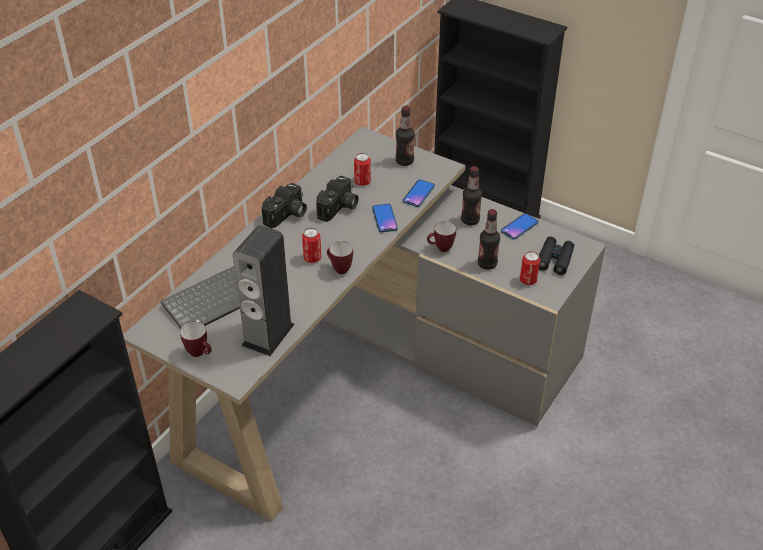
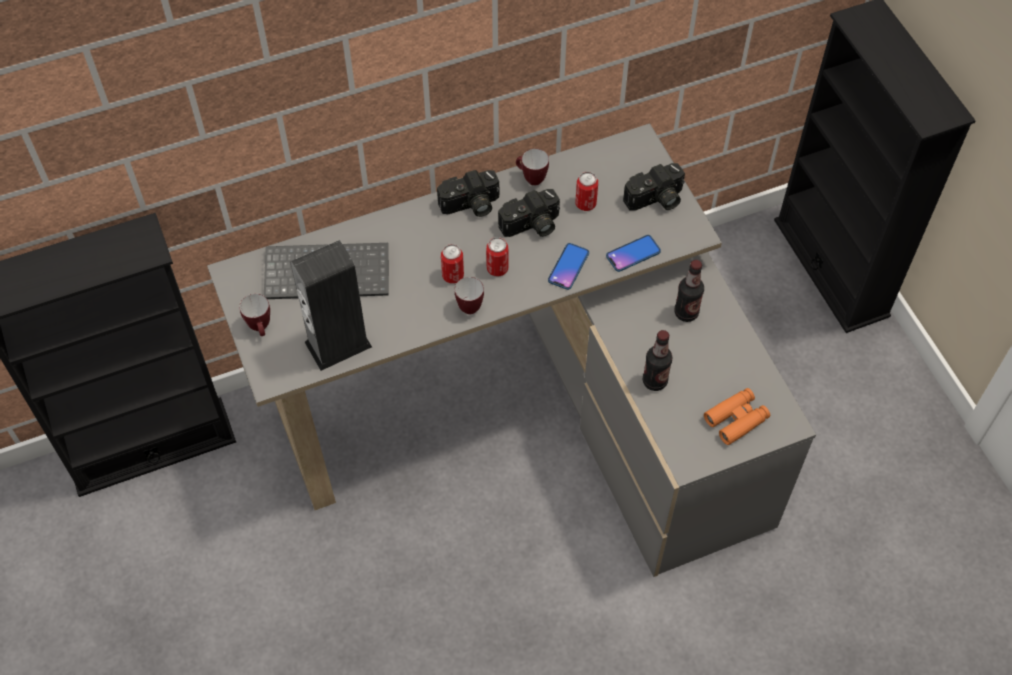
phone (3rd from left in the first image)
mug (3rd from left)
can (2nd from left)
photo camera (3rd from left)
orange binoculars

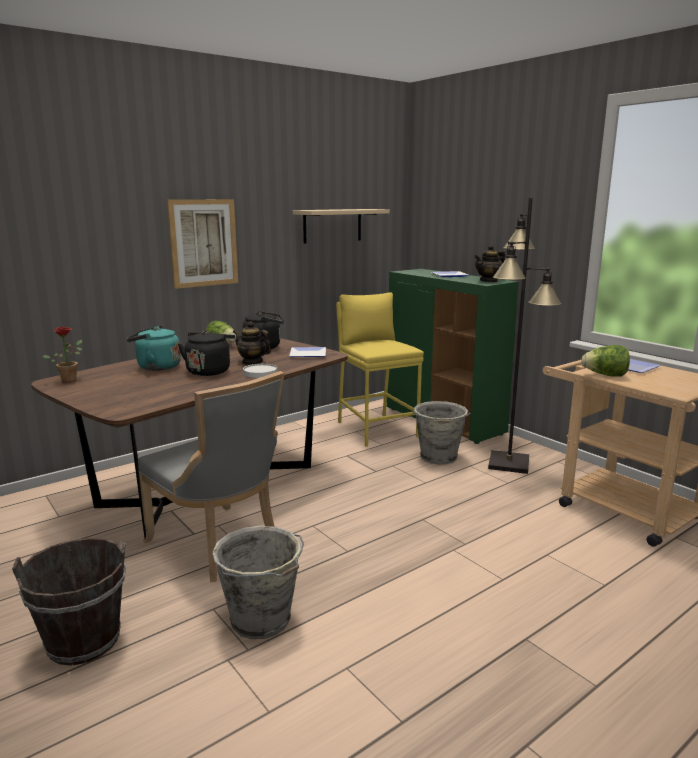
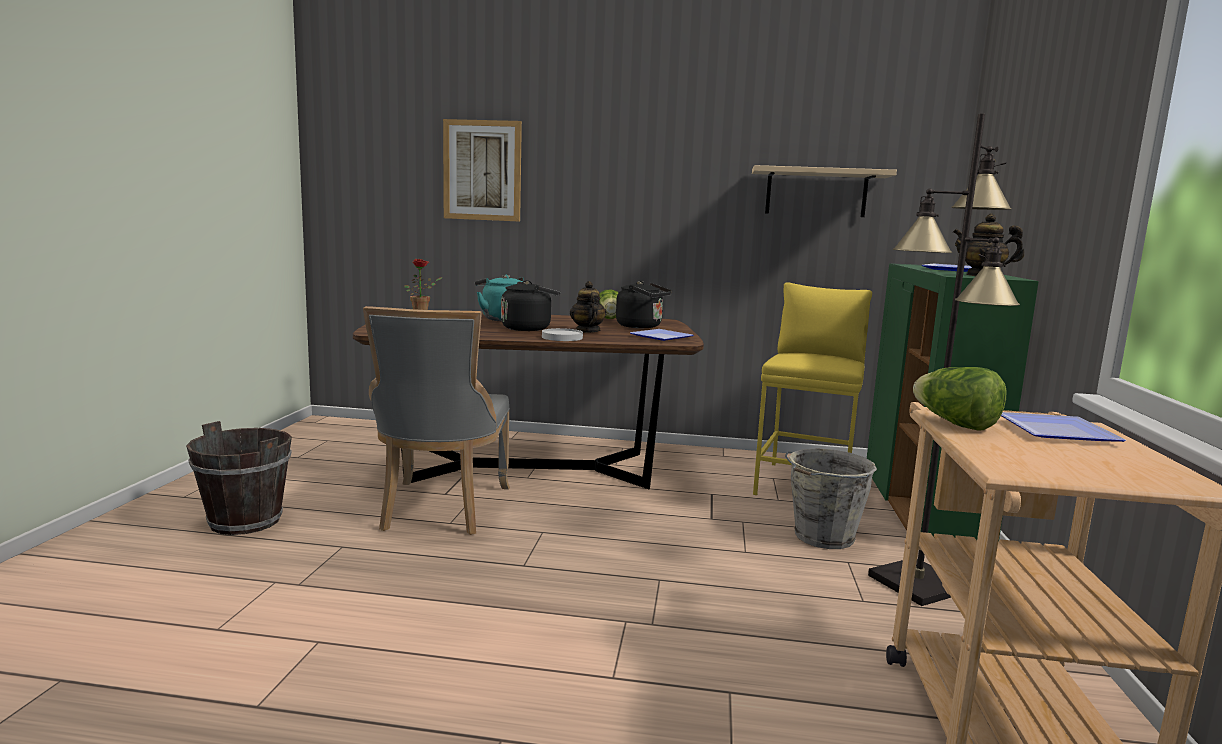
grey bucket (1st from left in the first image)
picture

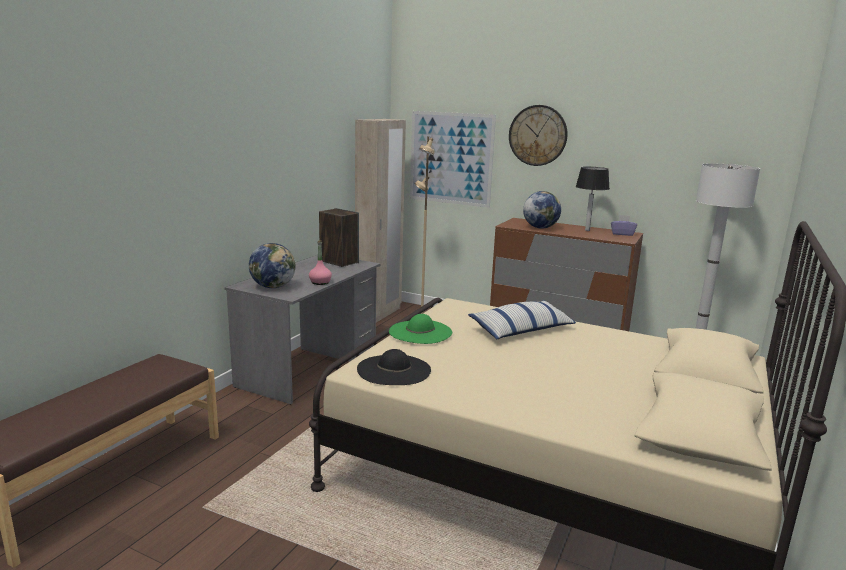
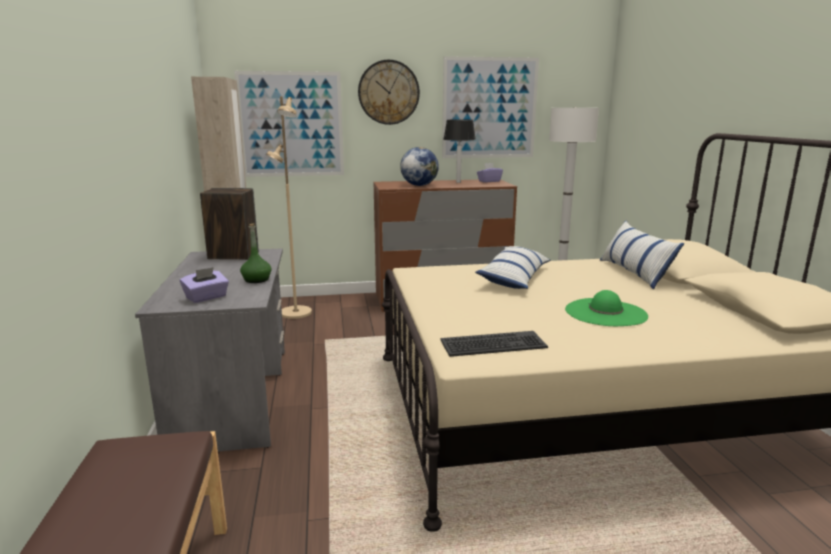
picture (2nd from left)
pillow (2nd from left)
green hat
purple tissue box (1st from left)
keyboard
green bottle

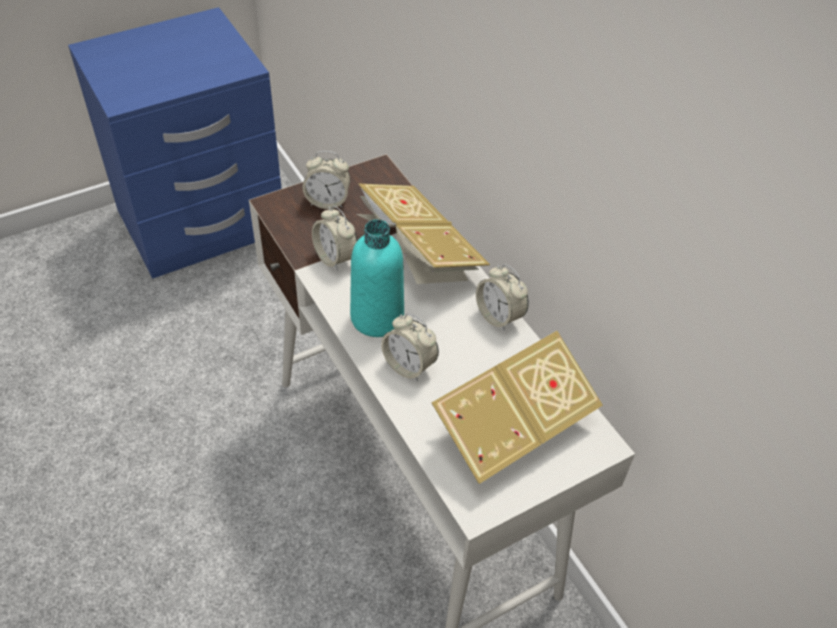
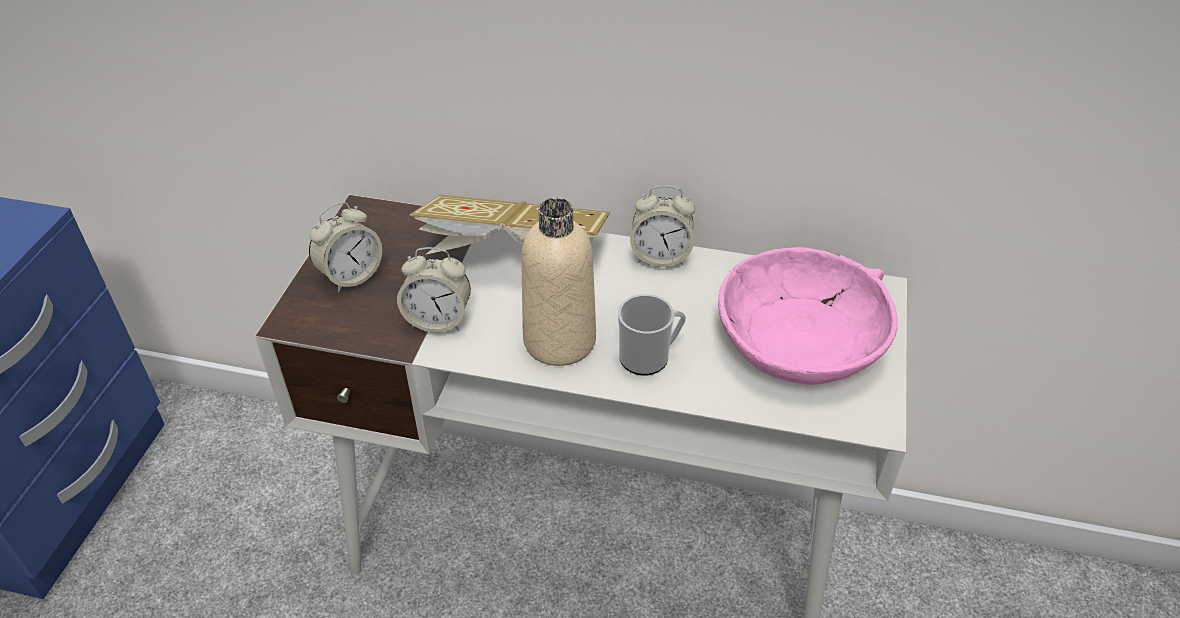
mug
pink bowl
beige bottle

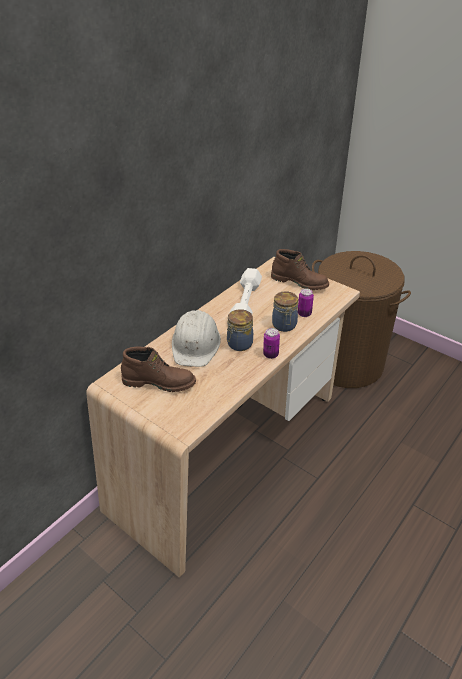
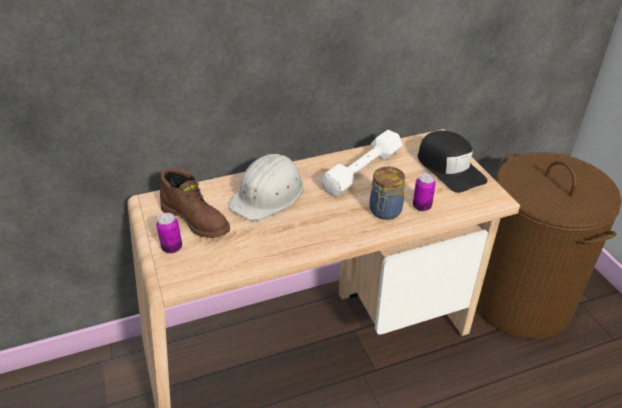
jar (1st from left in the first image)
can (1st from left)
black cap

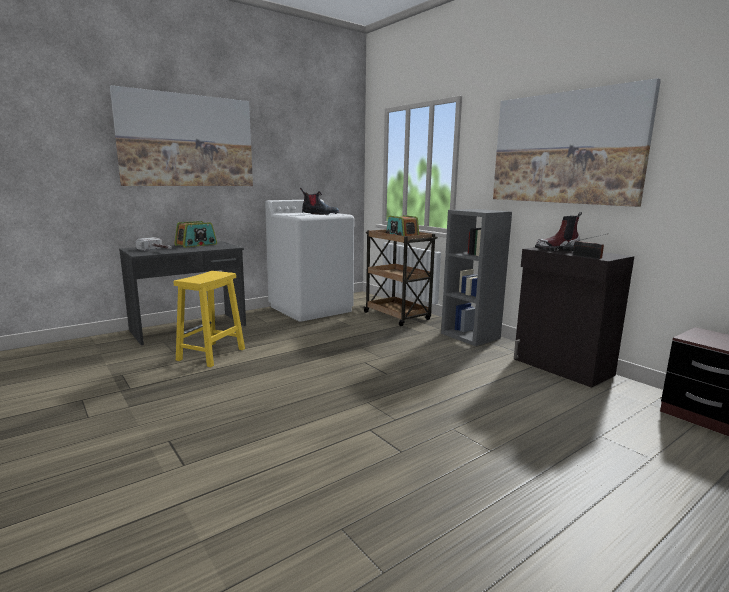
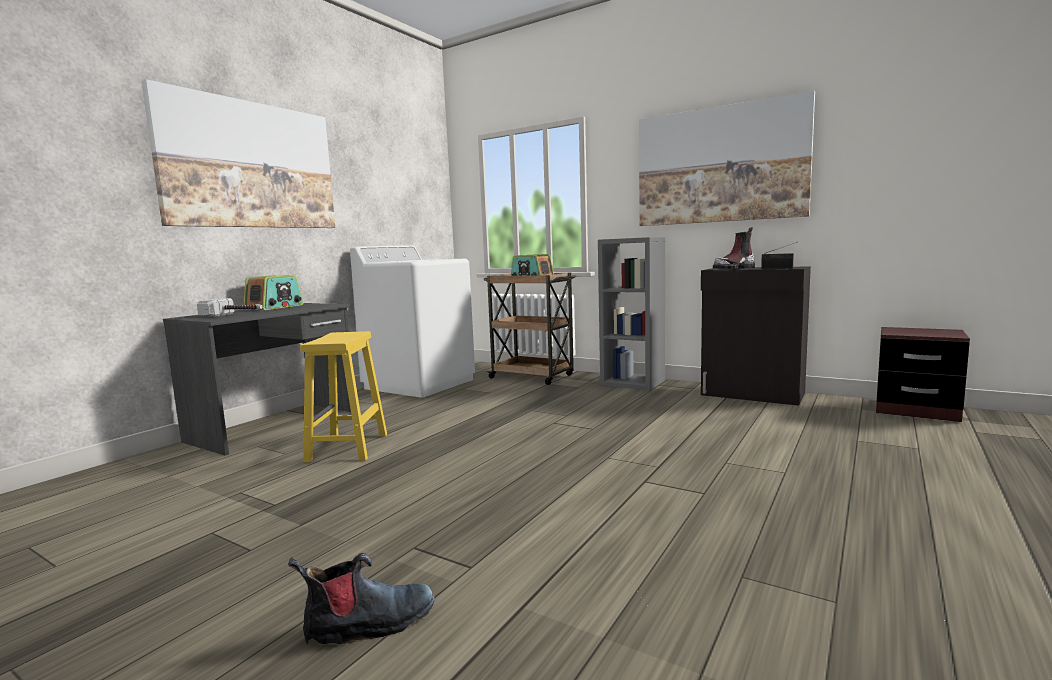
boot (1st from left)

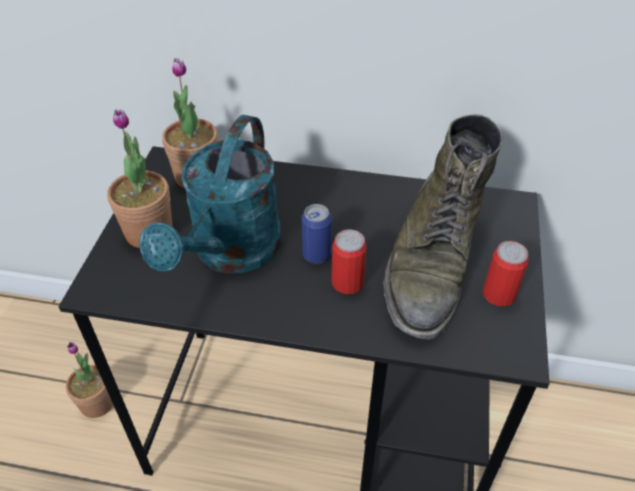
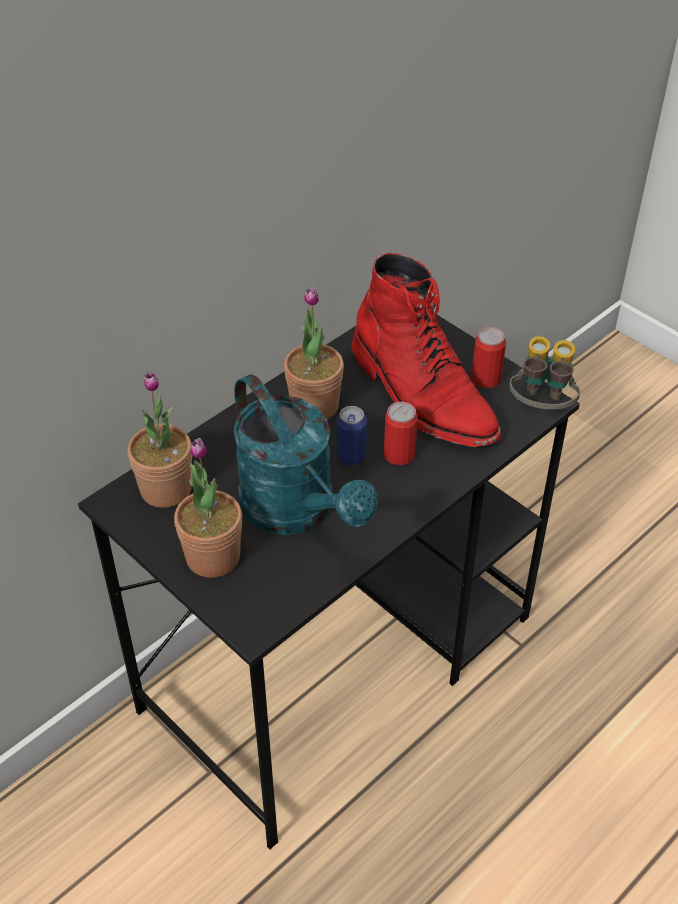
binoculars
potted plant (3rd from left)
red boot

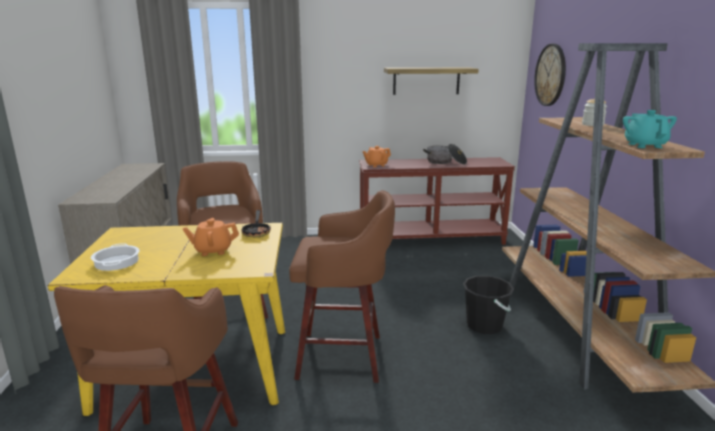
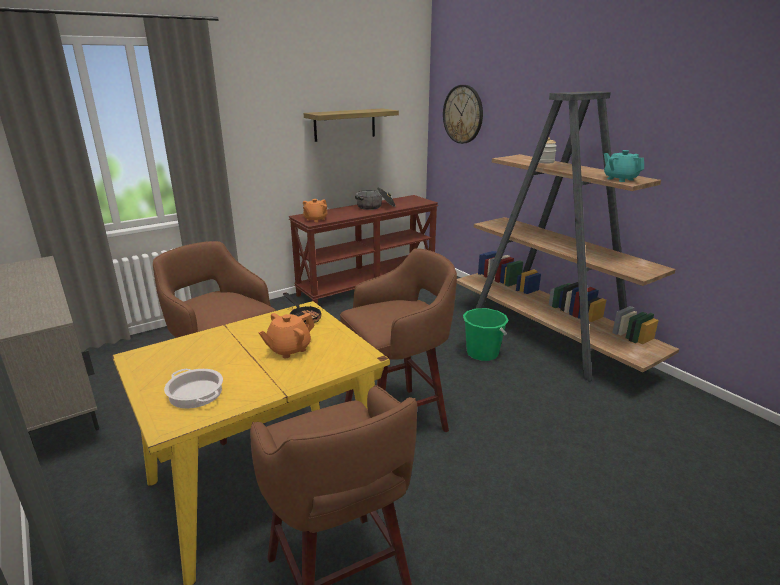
green bucket

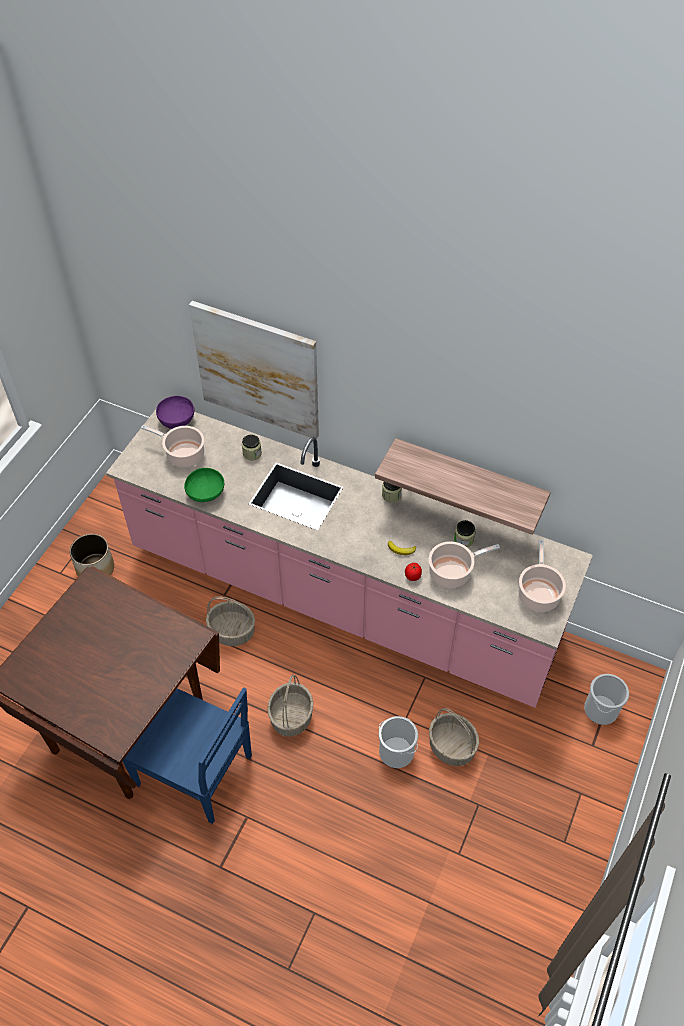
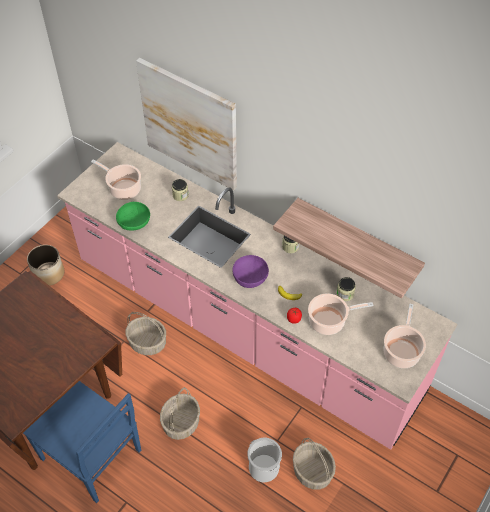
bucket (2nd from left in the first image)
purple bowl

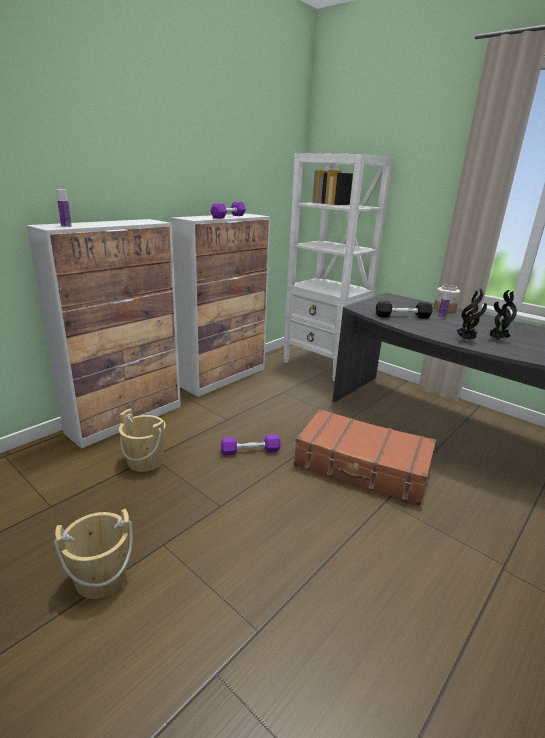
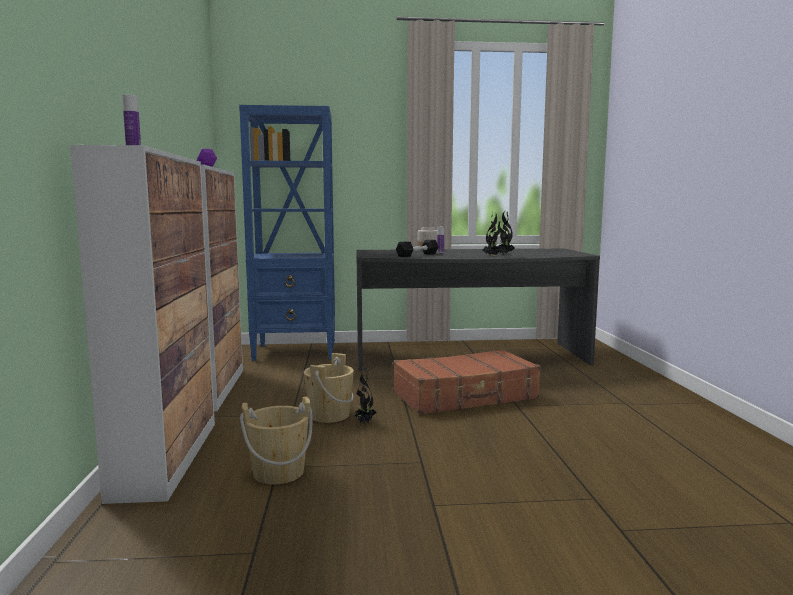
beige bucket (2nd from left)
potted plant (1st from left)
blue bookcase

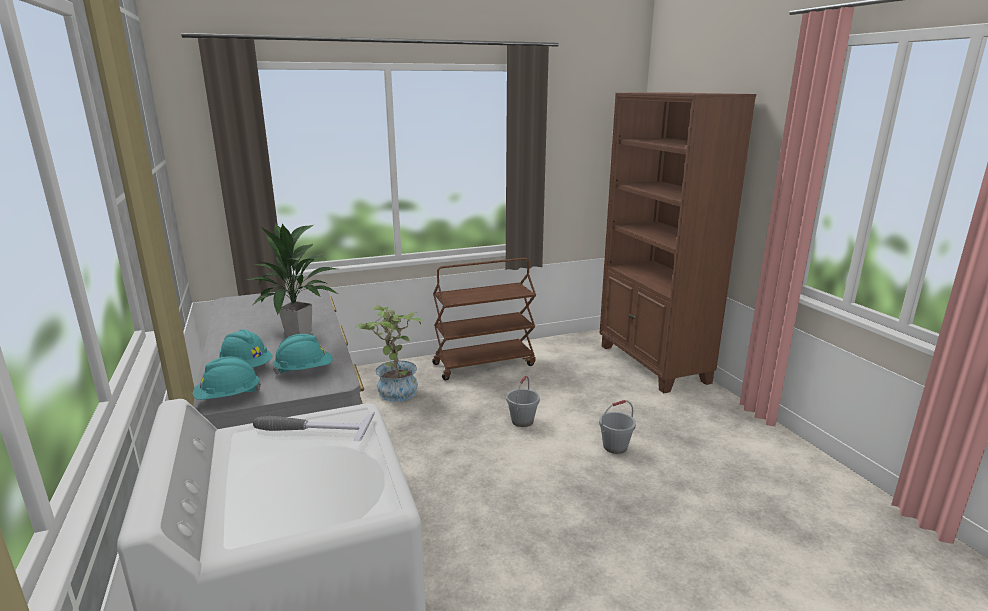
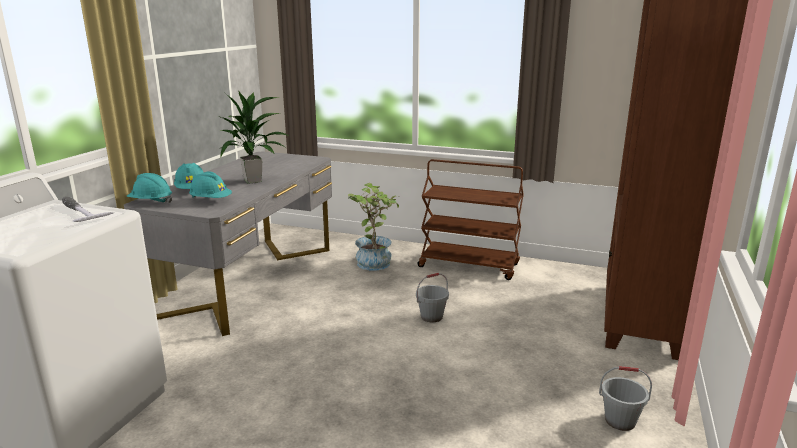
grey bucket (2nd from left)

